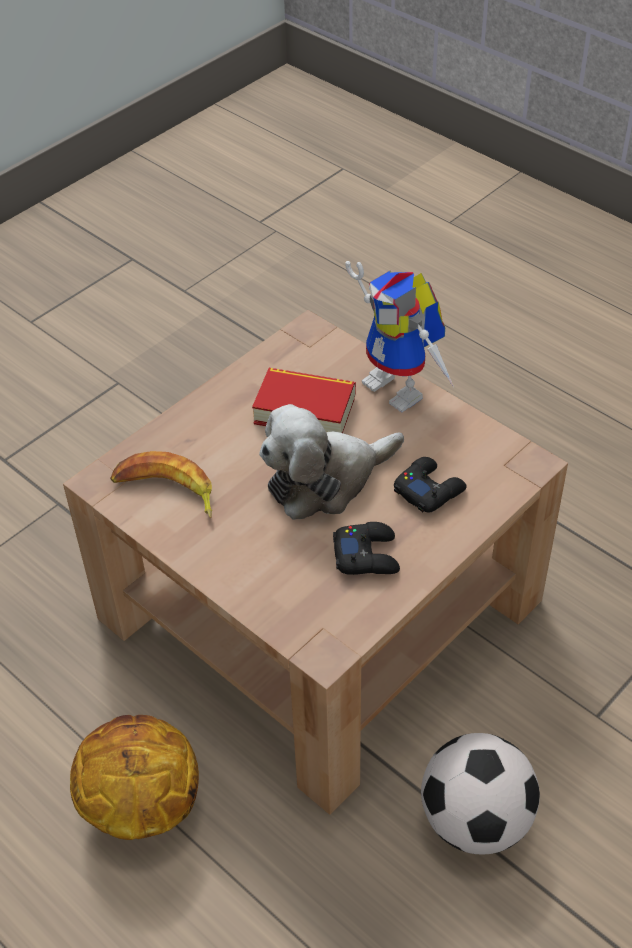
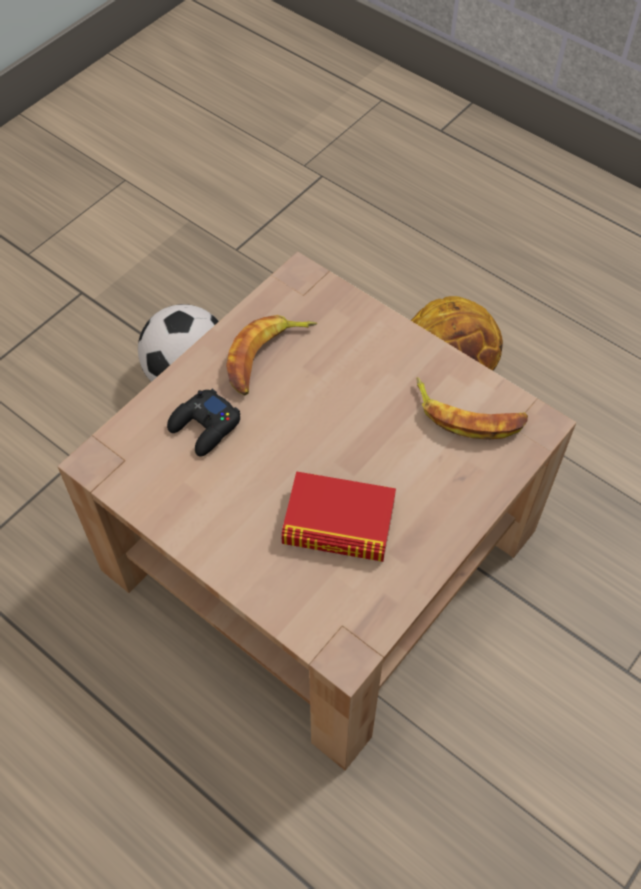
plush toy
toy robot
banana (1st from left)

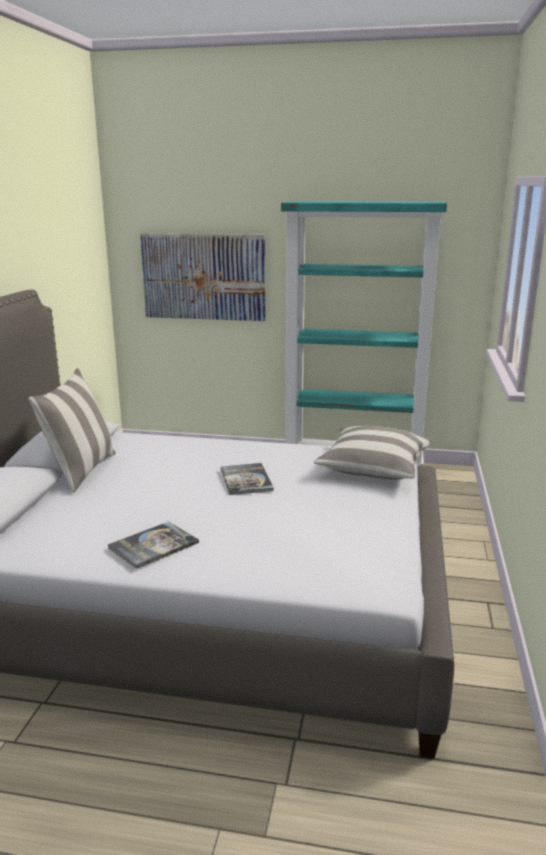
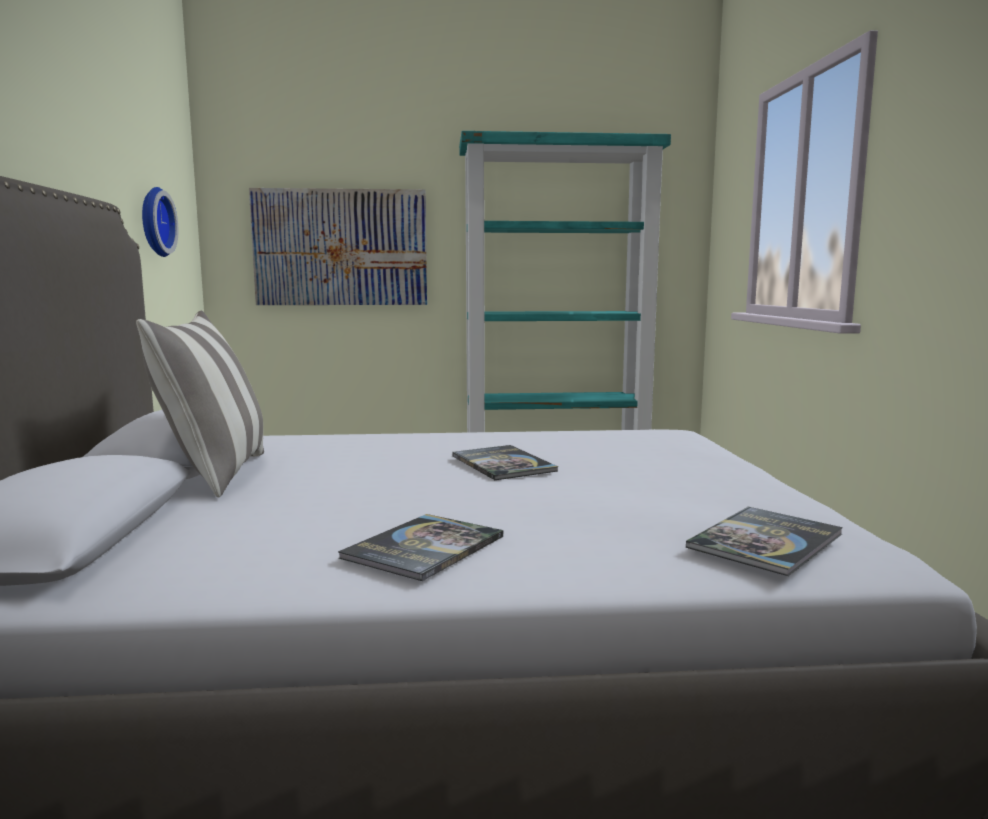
pillow (2nd from left in the first image)
wall clock
book (3rd from left)

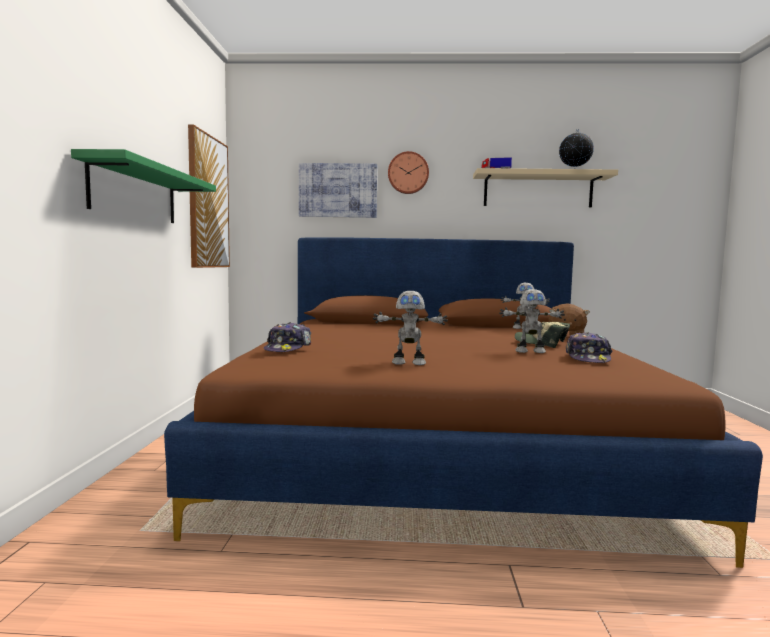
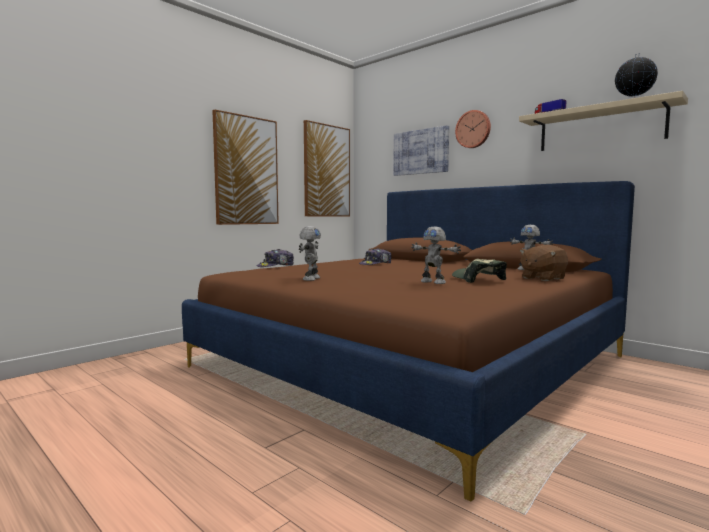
cap (2nd from left)
picture (1st from left)
toy robot (1st from left)

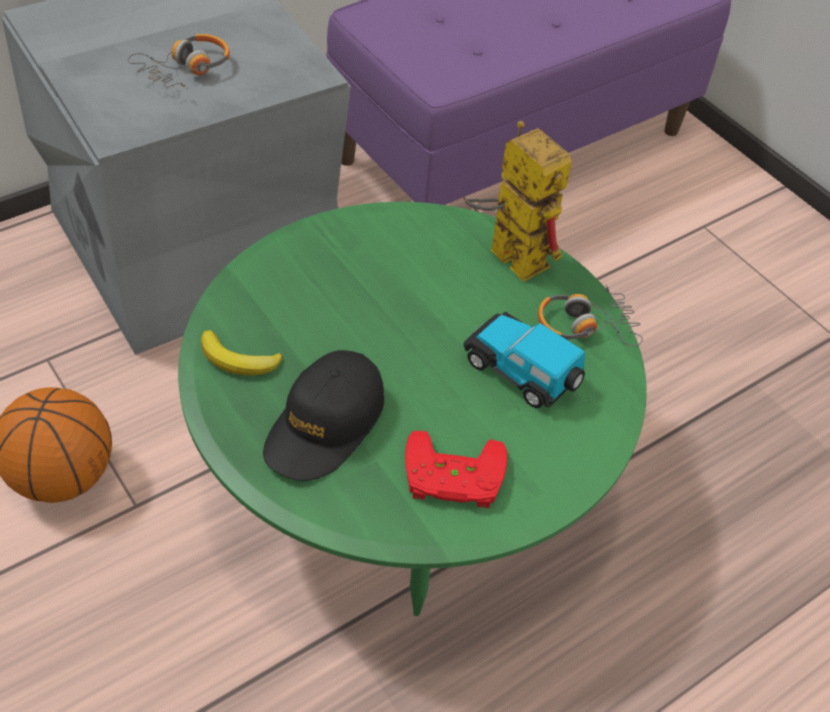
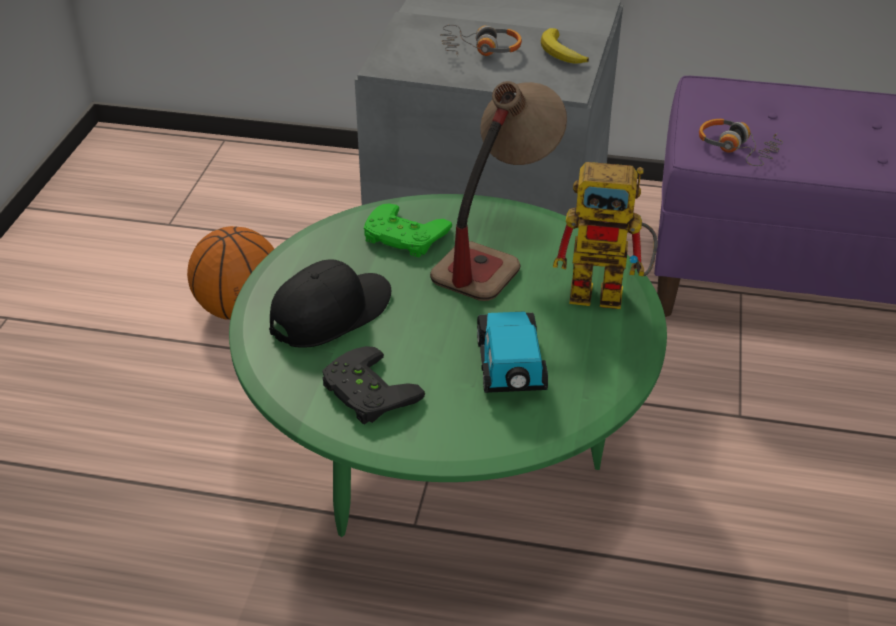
green game controller
table lamp
banana
headphones (2nd from left)
black game controller
black cap
toy robot

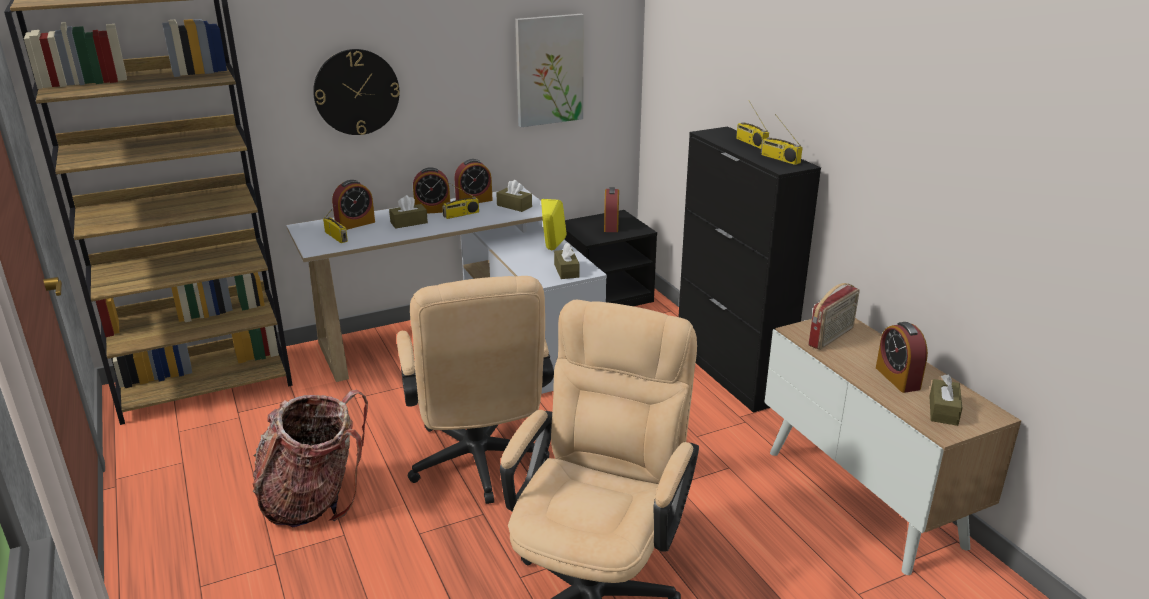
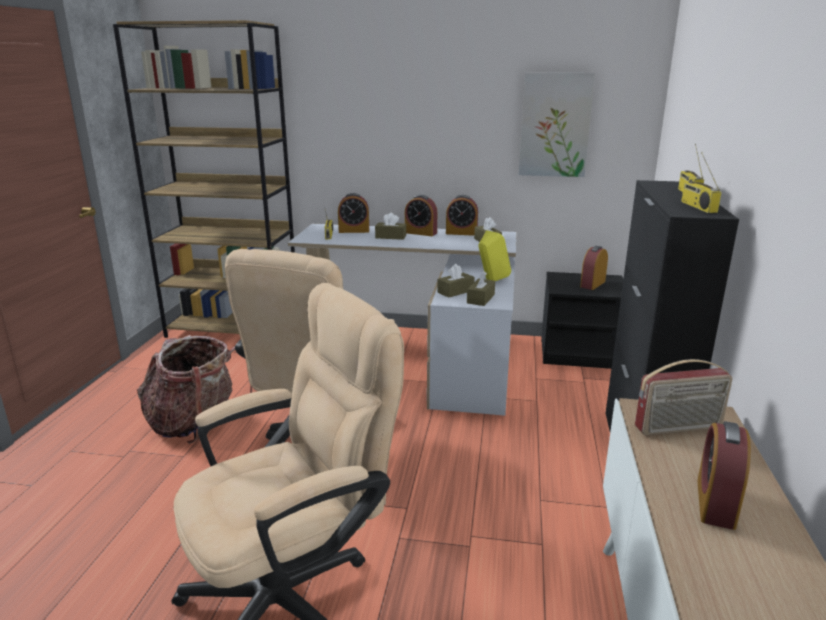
wall clock
radio (2nd from left in the first image)
brown tissue box (2nd from left)

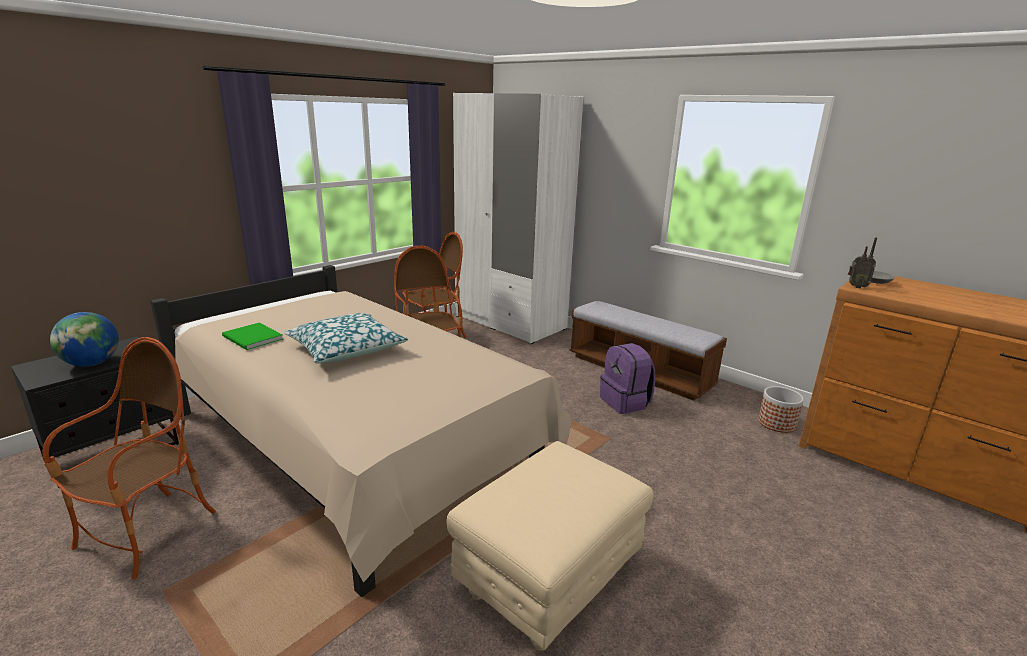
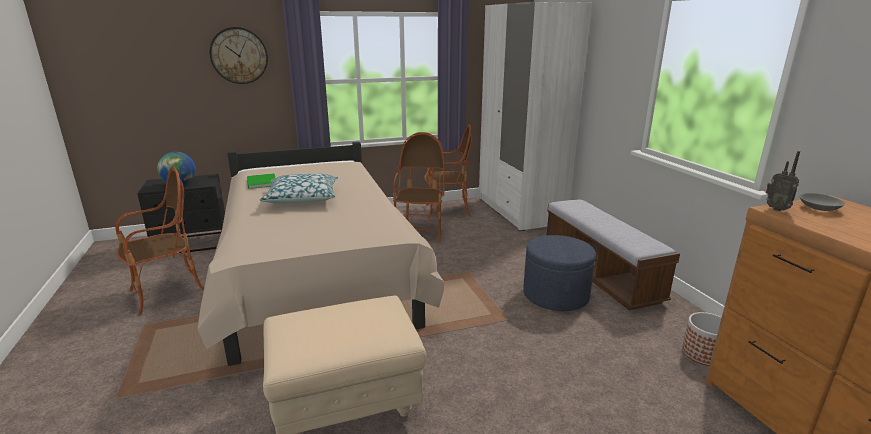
wall clock
blue ottoman

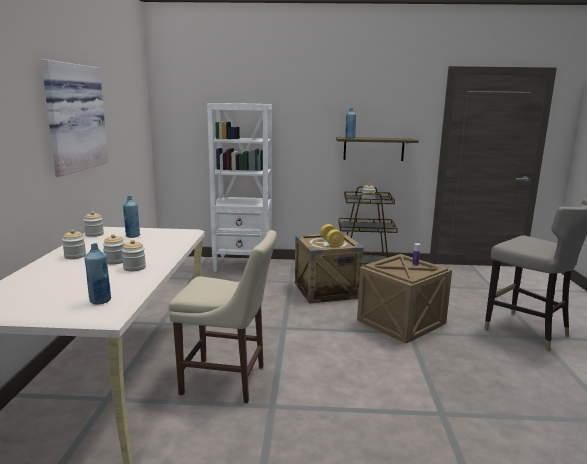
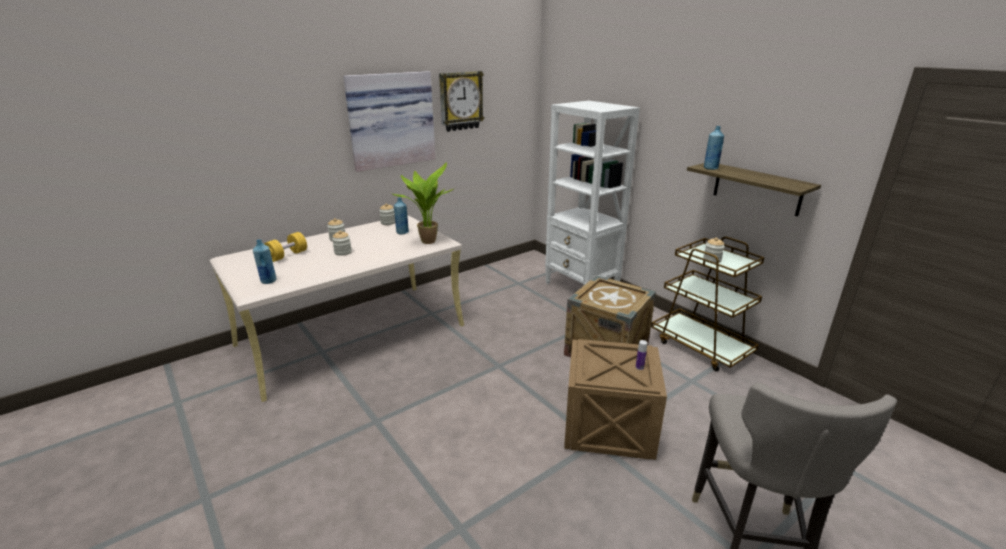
jar (4th from left in the first image)
beige chair
potted plant
wall clock
yellow dumbbell

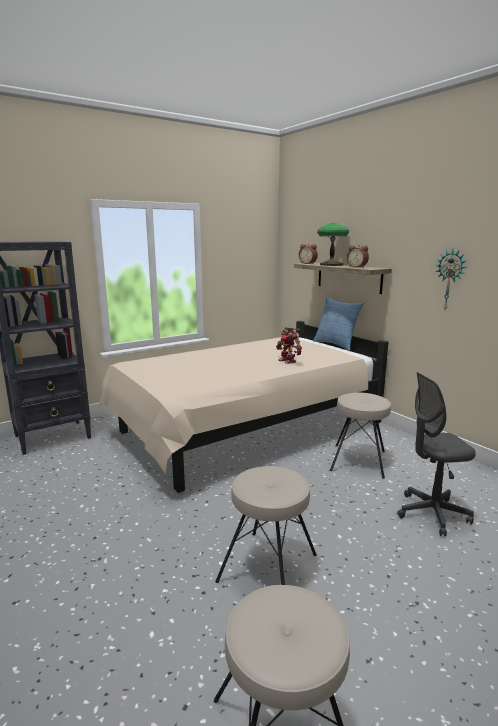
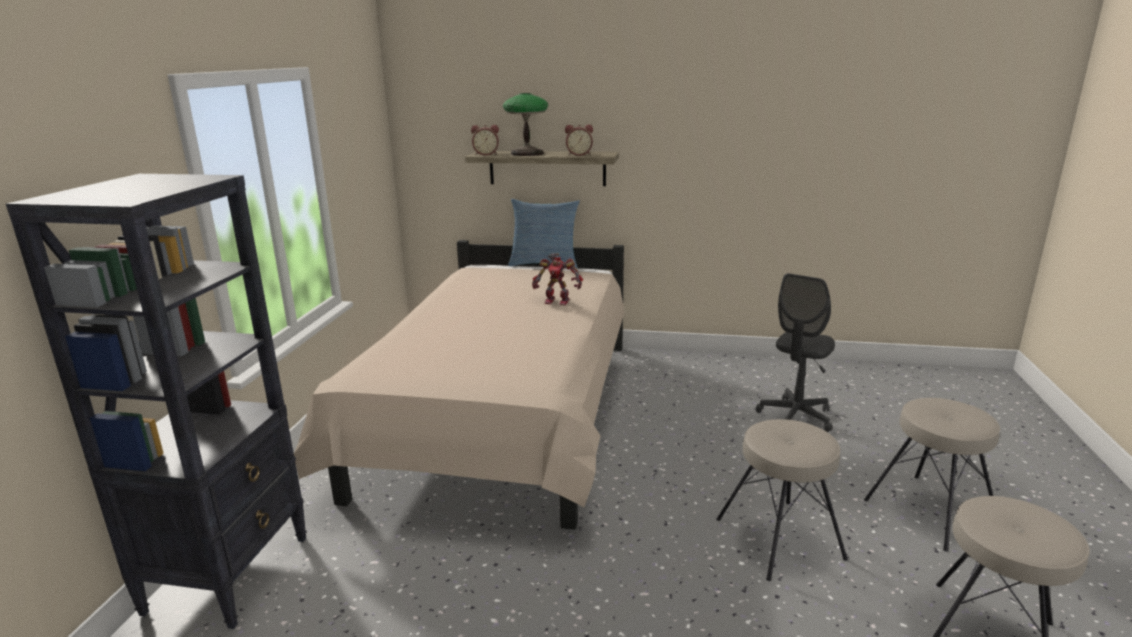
wall clock
beige stool (2nd from left)

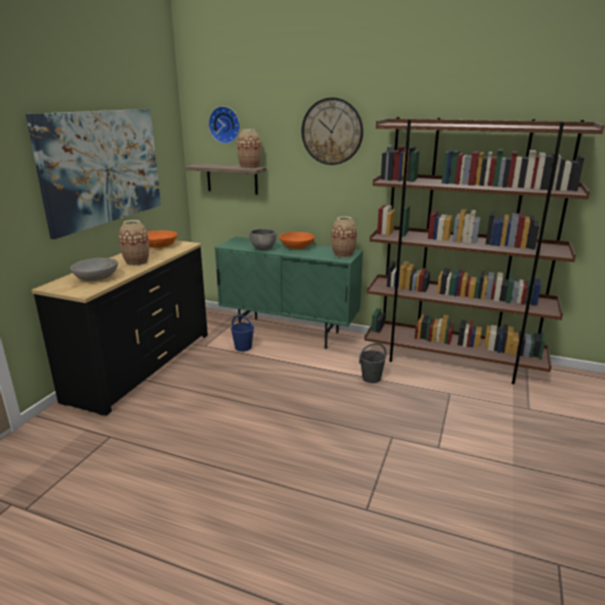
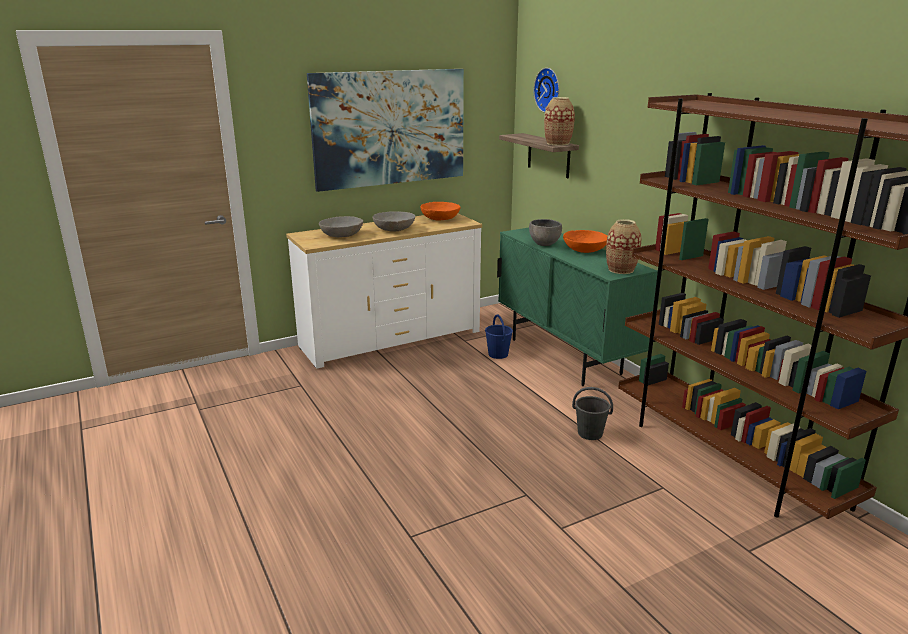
wall clock (2nd from left in the first image)
grey bowl (2nd from left)
white dresser

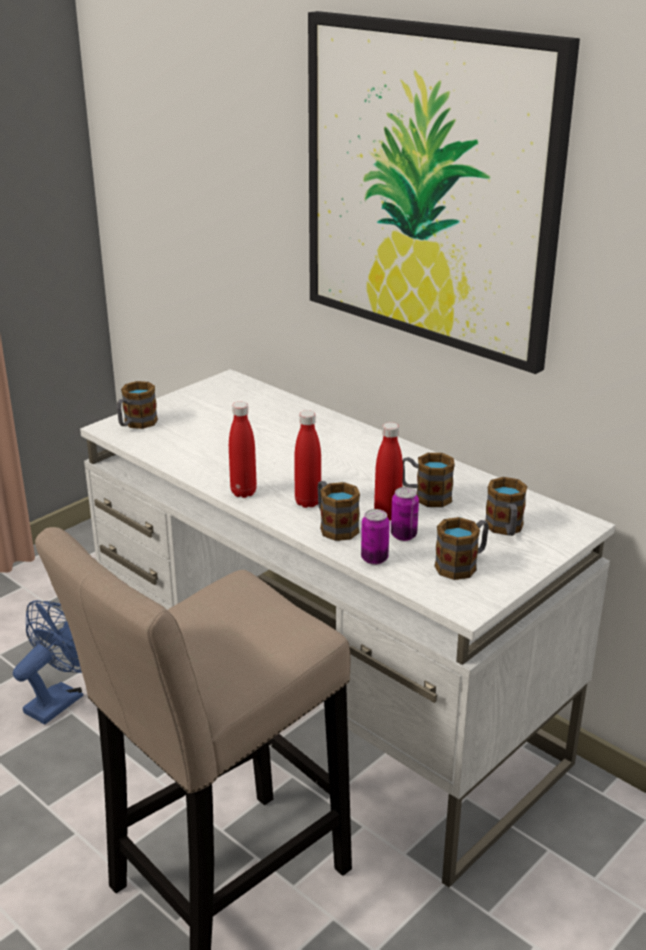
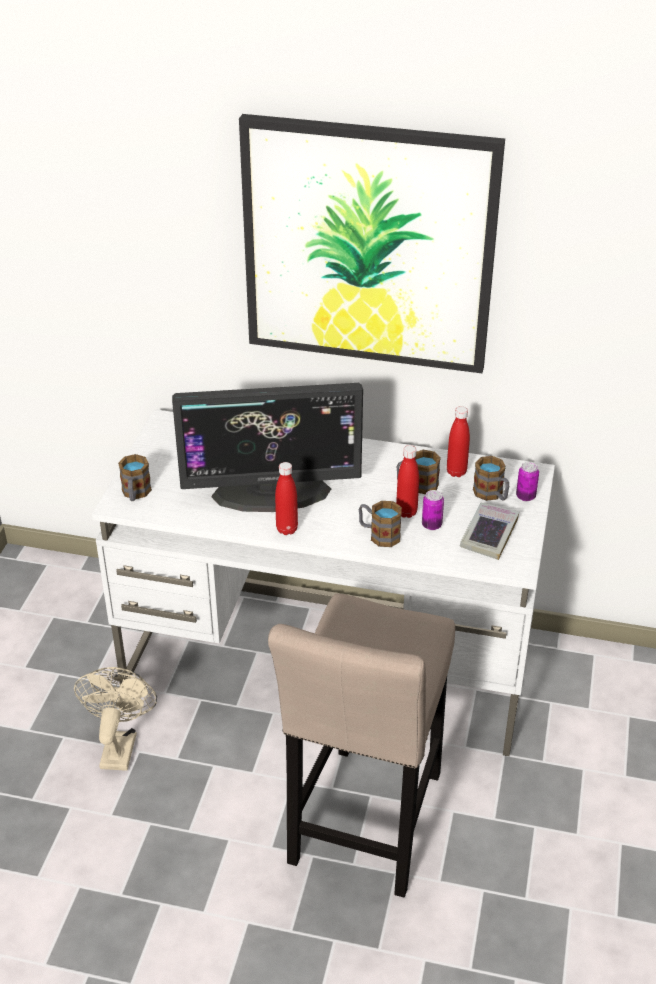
monitor
red bottle (3rd from left)
can (2nd from left)
book
beige fan

